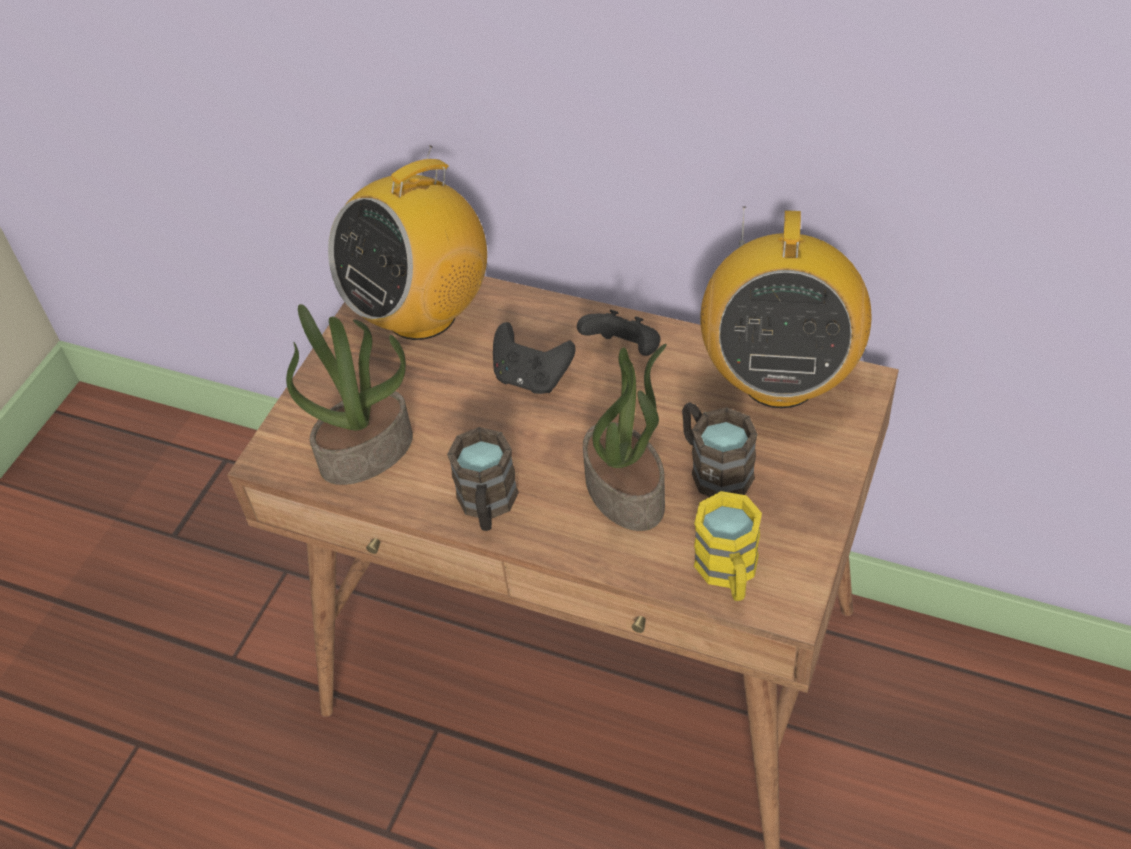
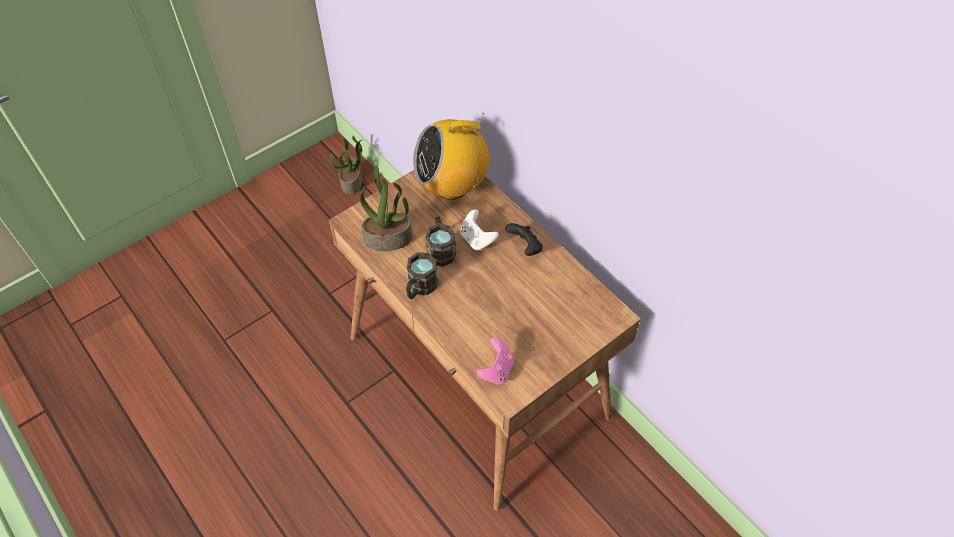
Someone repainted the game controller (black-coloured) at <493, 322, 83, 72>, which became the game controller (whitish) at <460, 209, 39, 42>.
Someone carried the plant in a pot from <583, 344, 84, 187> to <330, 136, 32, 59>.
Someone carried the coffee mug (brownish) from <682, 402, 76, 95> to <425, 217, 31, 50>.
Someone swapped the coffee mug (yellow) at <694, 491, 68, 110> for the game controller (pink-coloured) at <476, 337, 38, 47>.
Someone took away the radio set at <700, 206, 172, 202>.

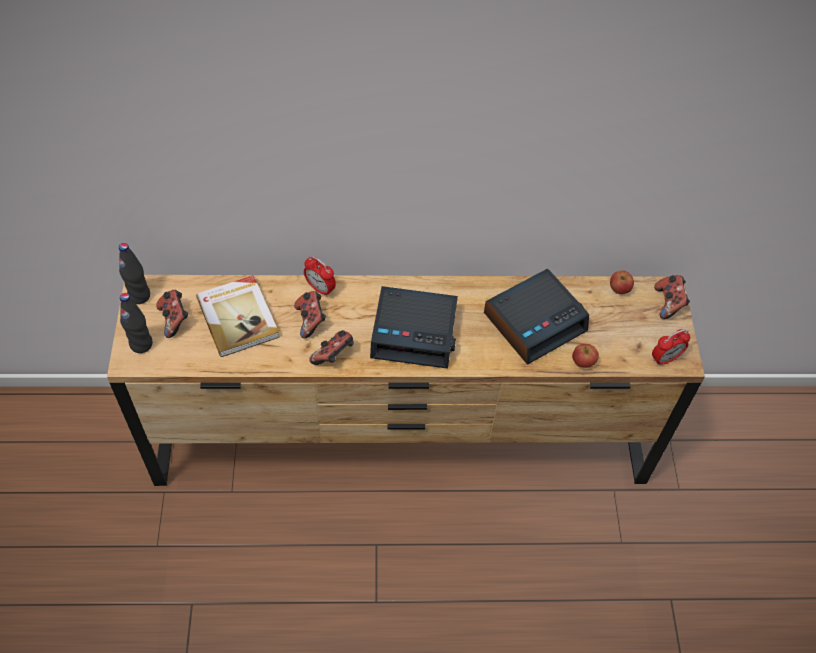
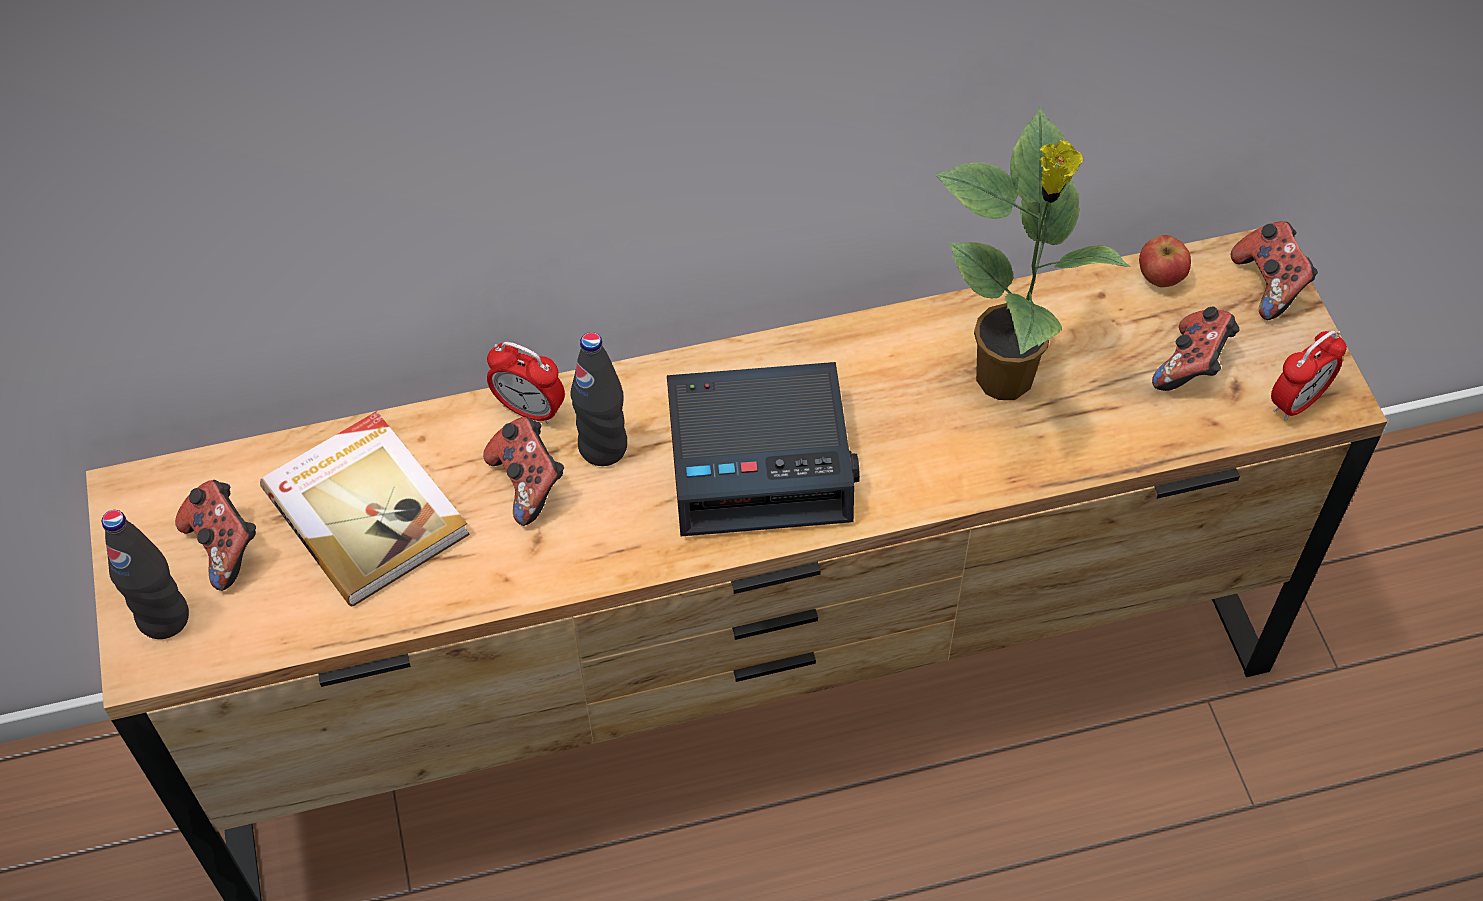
Someone carried the beverage bottle (black-coloured) from <119, 243, 31, 61> to <570, 332, 57, 134>.
Someone carried the game controller from <309, 330, 45, 35> to <1152, 306, 88, 85>.
Someone swapped the table clock at <484, 269, 105, 96> for the plant in a pot at <935, 107, 196, 293>.
Someone took away the apple at <572, 344, 27, 24>.

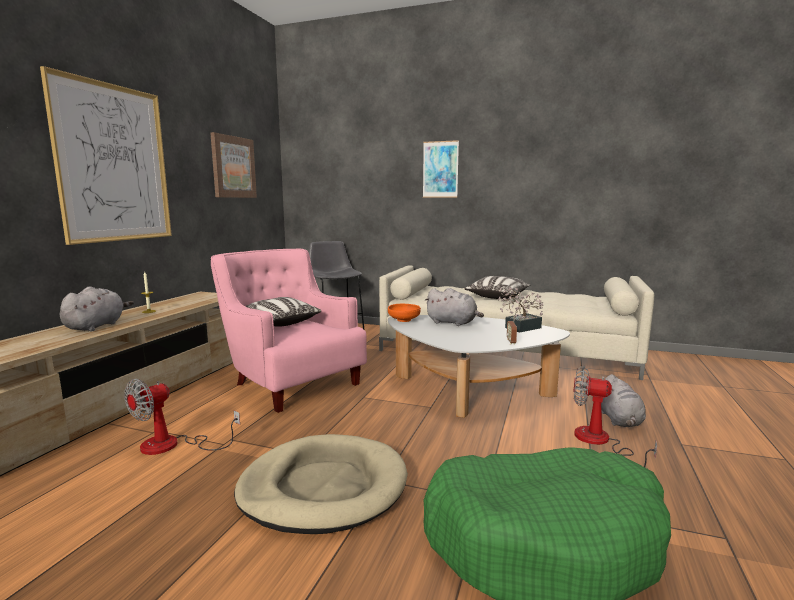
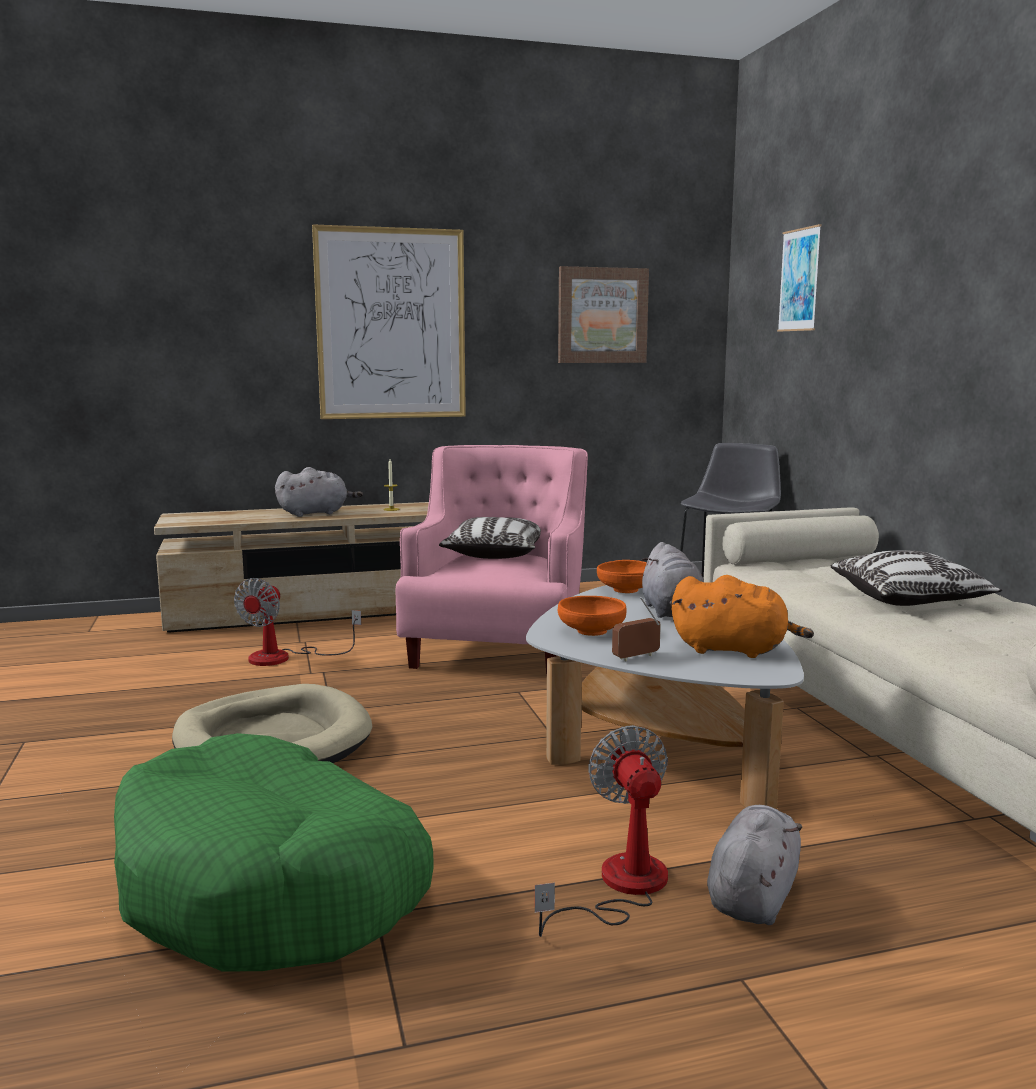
Someone rotated the fan at <124, 379, 116, 76> by 75 degrees counterclockwise.
Someone carried the picture from <423, 140, 36, 58> to <777, 224, 45, 108>.
Someone swapped the plant in a pot at <498, 287, 45, 46> for the soft toy (orange) at <672, 575, 142, 83>.
Someone rotated the soft toy (grey) at <601, 374, 45, 53> by 150 degrees clockwise.
Someone put down the deep dish (orange) at <558, 596, 69, 40>.

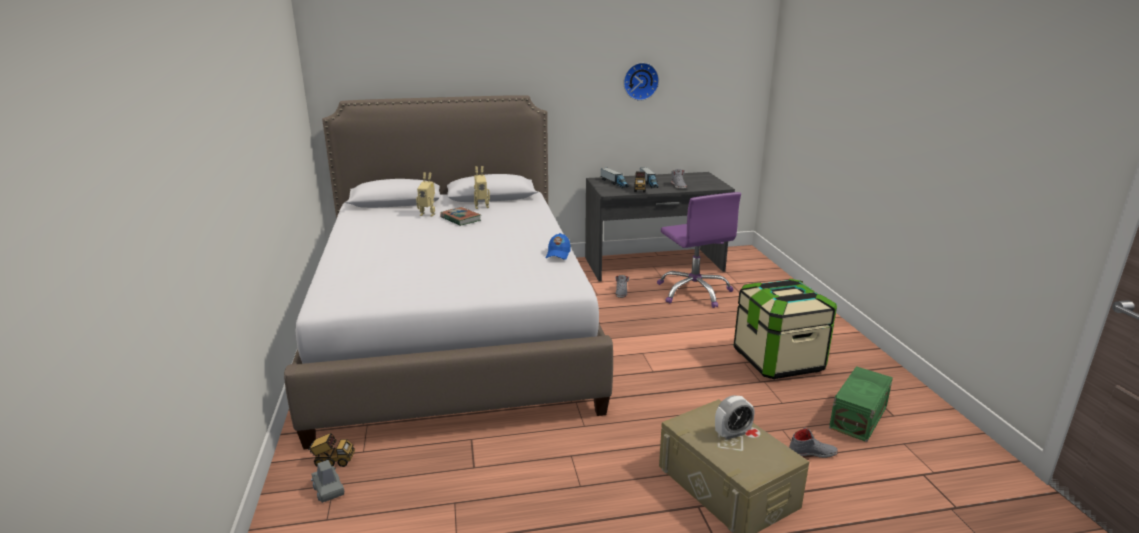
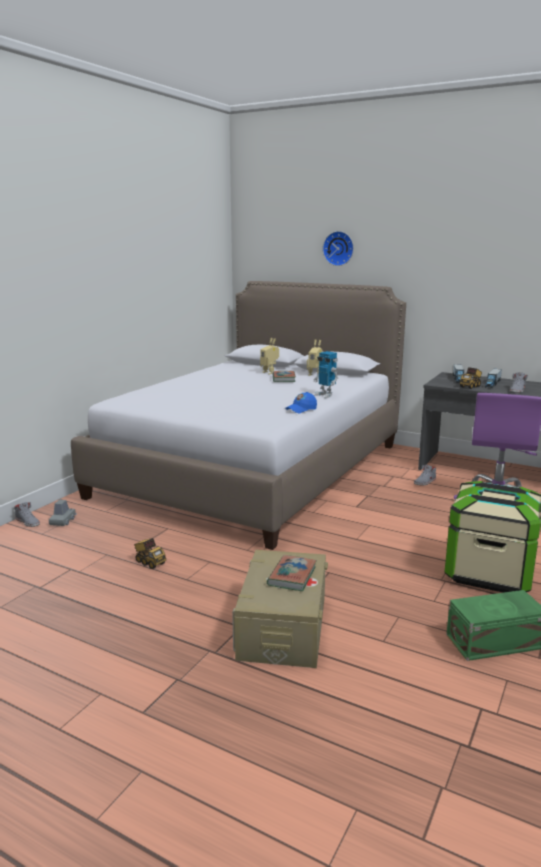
Someone carried the toy lorry from <308, 433, 47, 34> to <134, 538, 32, 31>.
Someone carried the wall clock from <624, 63, 35, 38> to <323, 231, 31, 35>.
Someone swapped the table clock at <715, 395, 40, 45> for the volume at <267, 555, 50, 36>.
Someone carried the shoe (grey) from <789, 427, 49, 31> to <14, 502, 26, 25>.
Someone put down the model robot at <314, 351, 24, 47>.

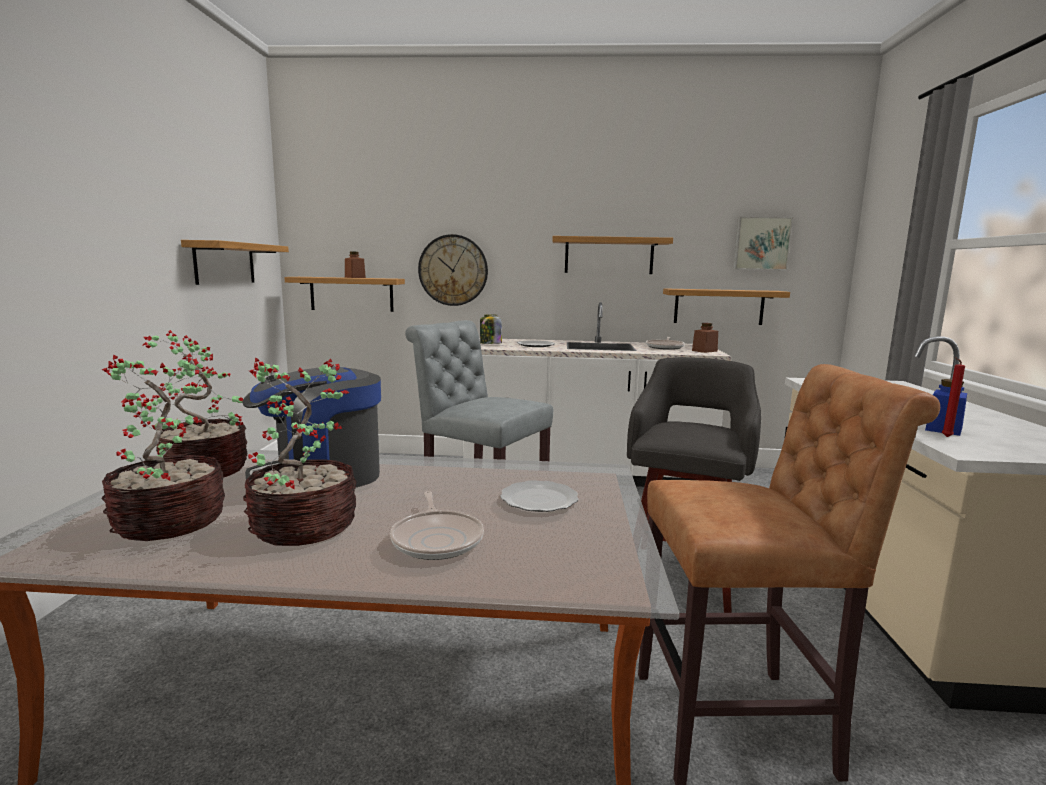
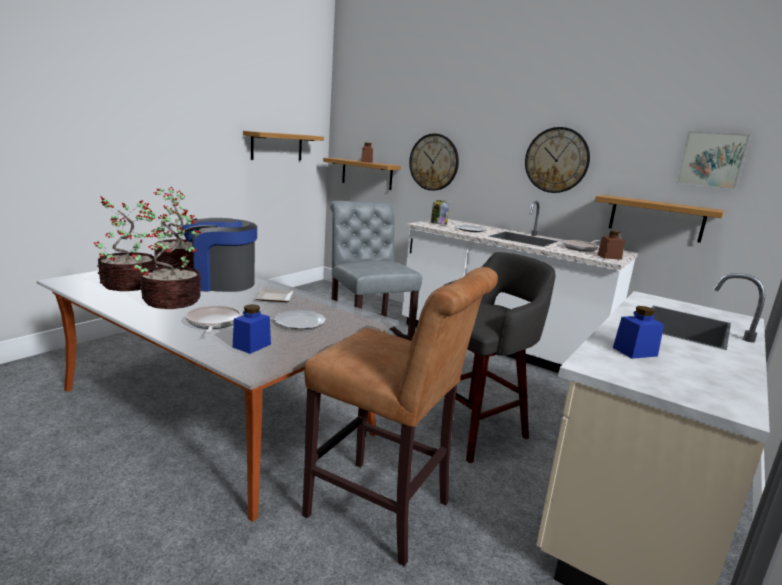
Someone rotated the pan at <390, 491, 94, 69> by 150 degrees clockwise.
Someone swapped the wall shelf at <552, 236, 121, 38> for the wall clock at <525, 127, 65, 66>.
Someone took away the wax candle (red) at <942, 357, 23, 80>.
Someone put down the preserve jar (bluish) at <233, 304, 38, 50>.
Someone put down the plate at <255, 289, 39, 13>.

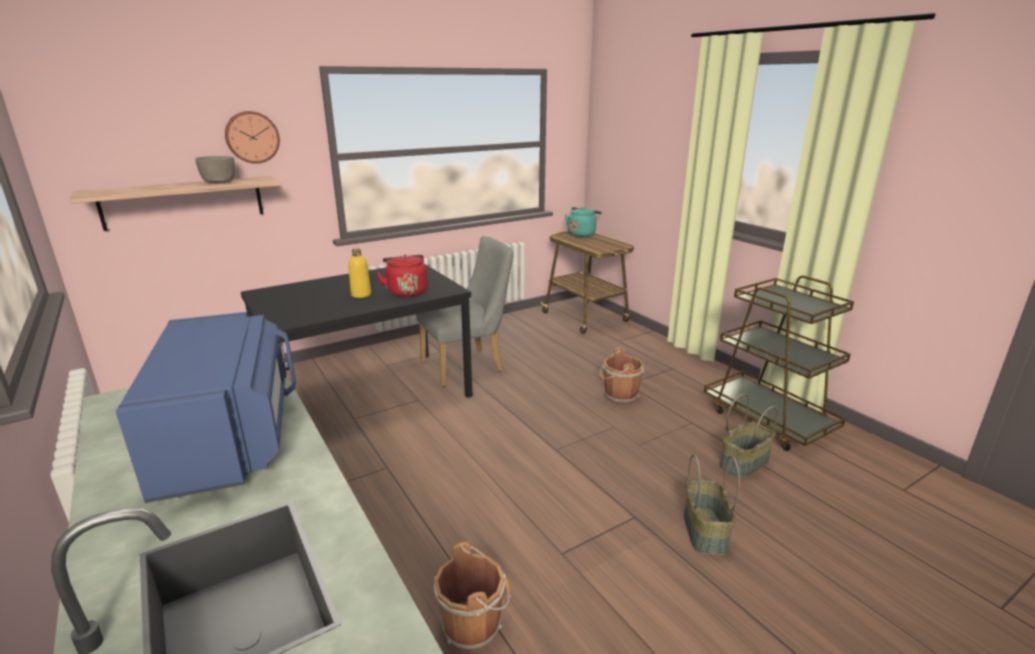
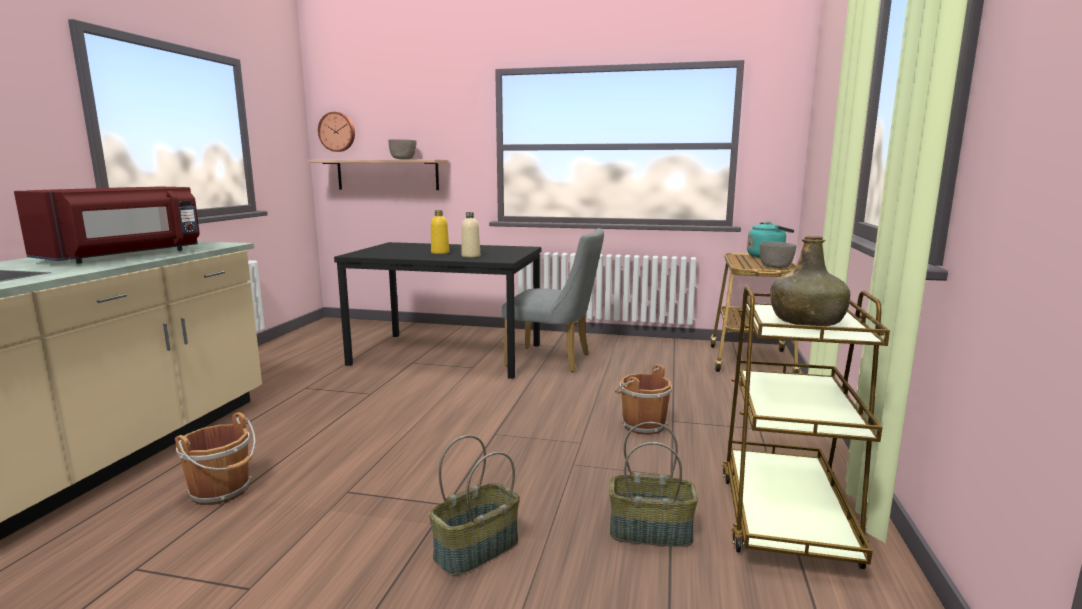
Someone repainted the microwave (bluish) at <116, 312, 180, 191>, which became the microwave (red) at <14, 186, 186, 78>.
Someone carried the wall clock from <225, 111, 55, 53> to <318, 112, 37, 40>.
Someone swapped the kettle (red) at <376, 255, 52, 42> for the beverage bottle (sand-coloured) at <461, 212, 19, 46>.
Someone put down the deep dish (grey) at <760, 242, 36, 26>.
Someone put down the beverage bottle (greenish) at <770, 236, 80, 90>.

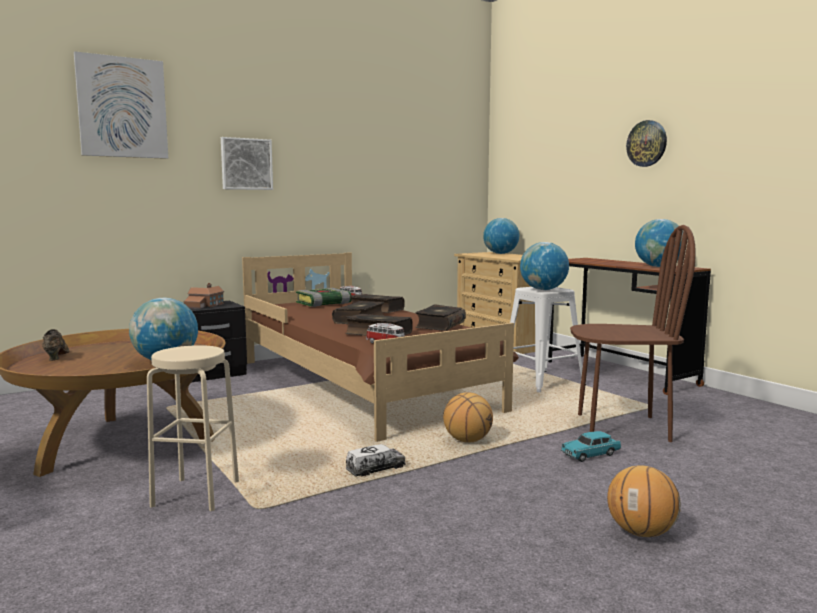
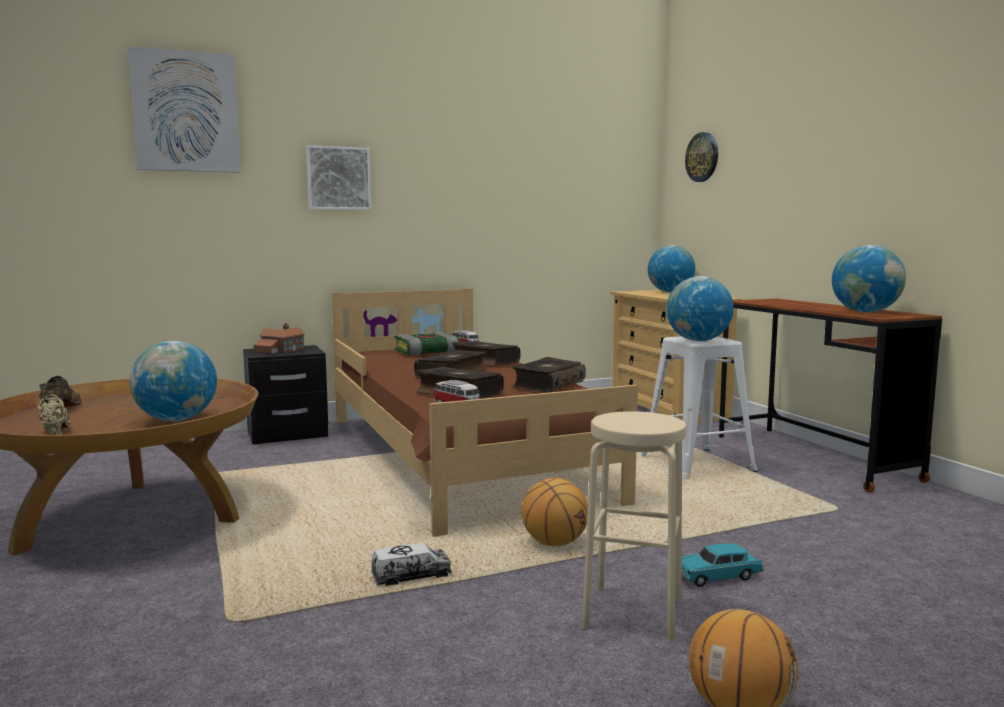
Someone carried the stool (sand-coloured) from <147, 345, 92, 166> to <582, 411, 105, 230>.
Someone took away the chair (brownish) at <570, 225, 126, 217>.
Someone carried the wall clock from <626, 120, 41, 47> to <685, 132, 33, 50>.
Someone put down the shoe (sand-coloured) at <37, 395, 35, 40>.

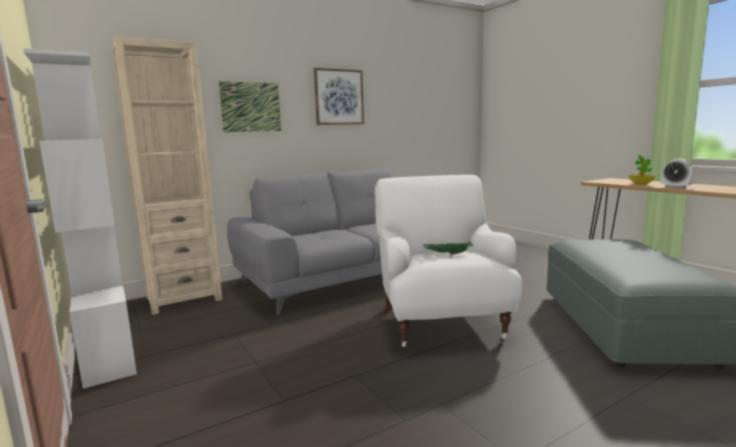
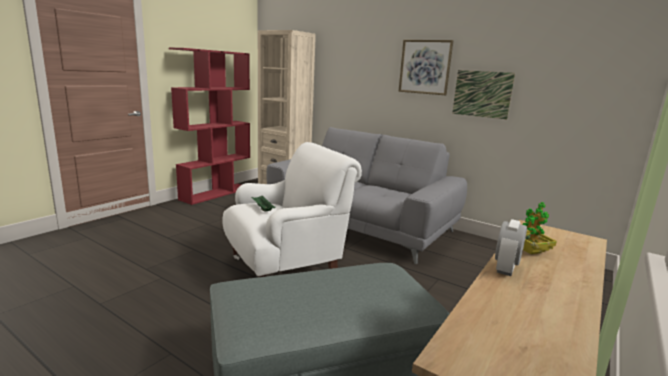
Someone repainted the bookcase (whitish) at <23, 48, 114, 341>, which became the bookcase (red) at <169, 47, 81, 158>.
Someone carried the picture from <218, 81, 63, 51> to <452, 70, 63, 49>.

